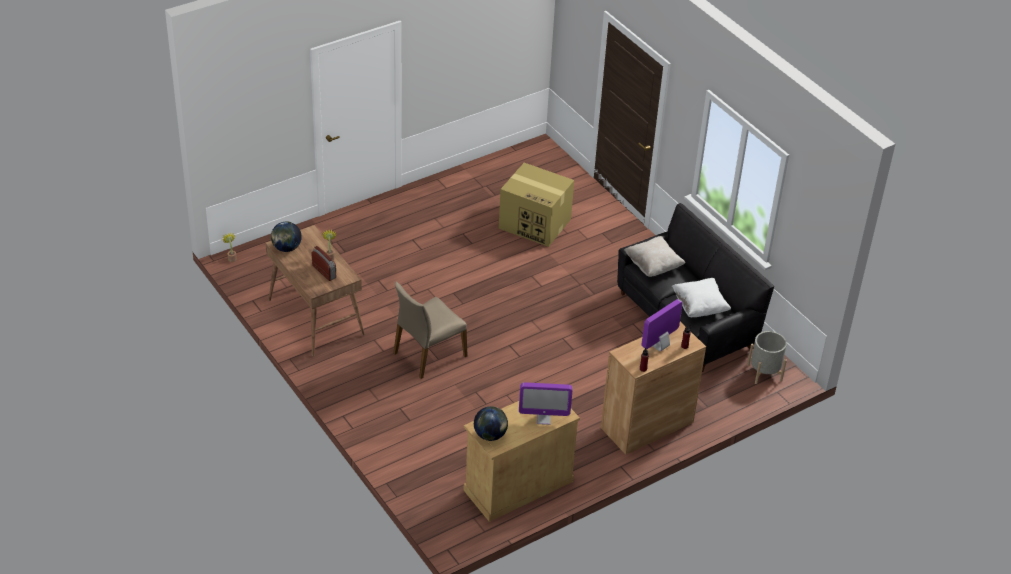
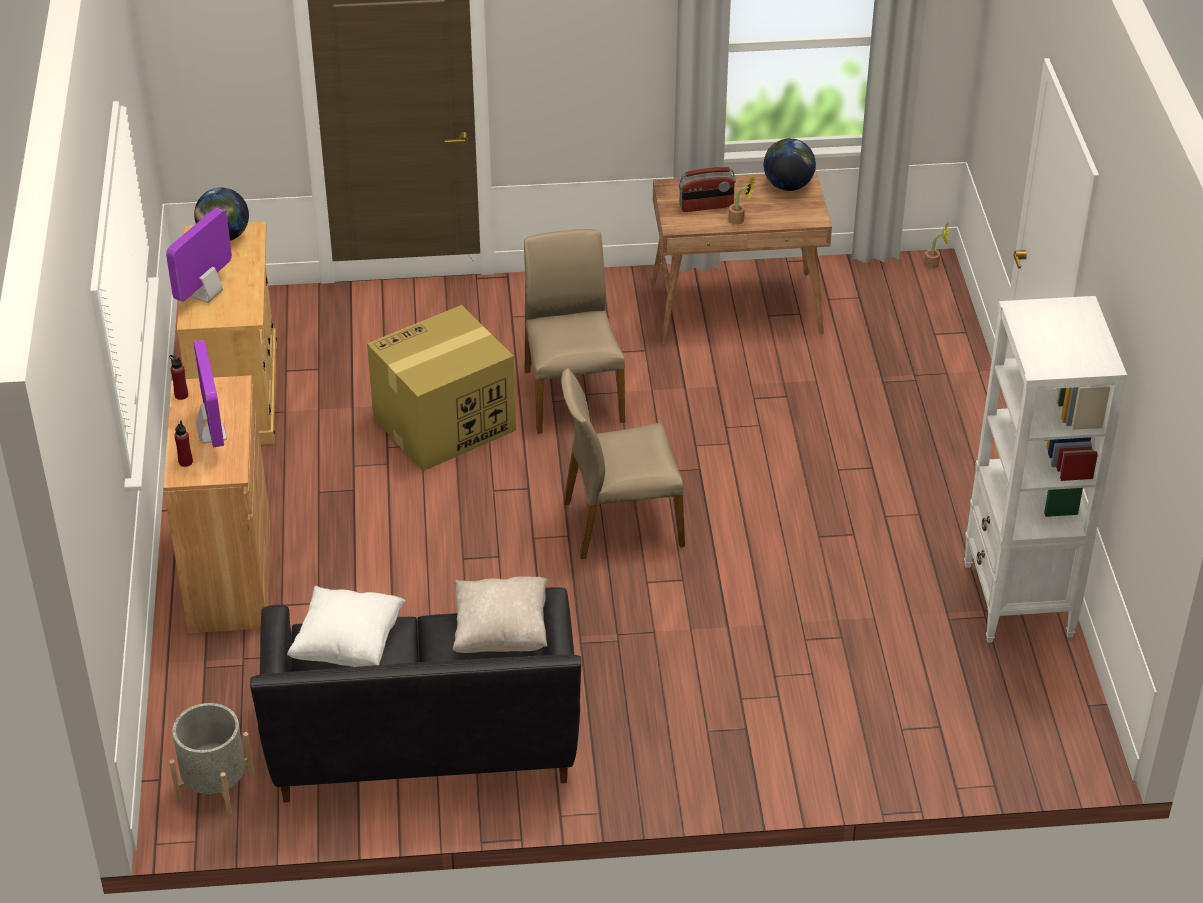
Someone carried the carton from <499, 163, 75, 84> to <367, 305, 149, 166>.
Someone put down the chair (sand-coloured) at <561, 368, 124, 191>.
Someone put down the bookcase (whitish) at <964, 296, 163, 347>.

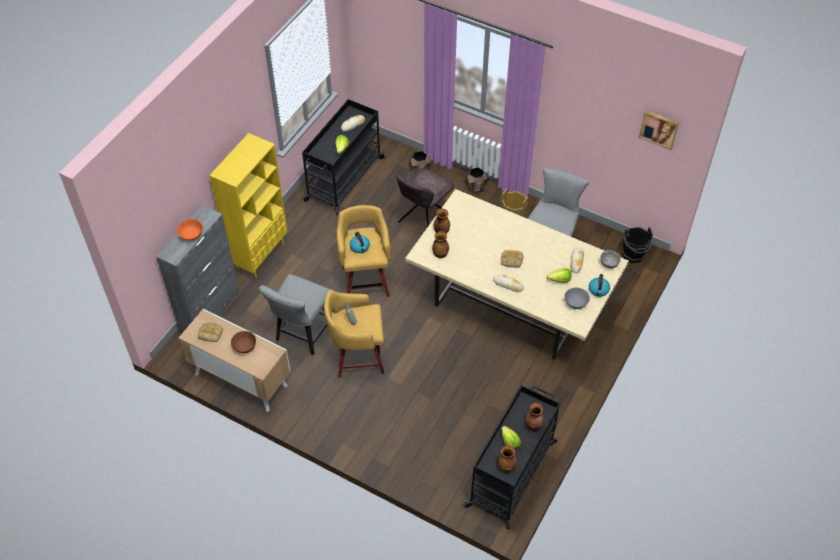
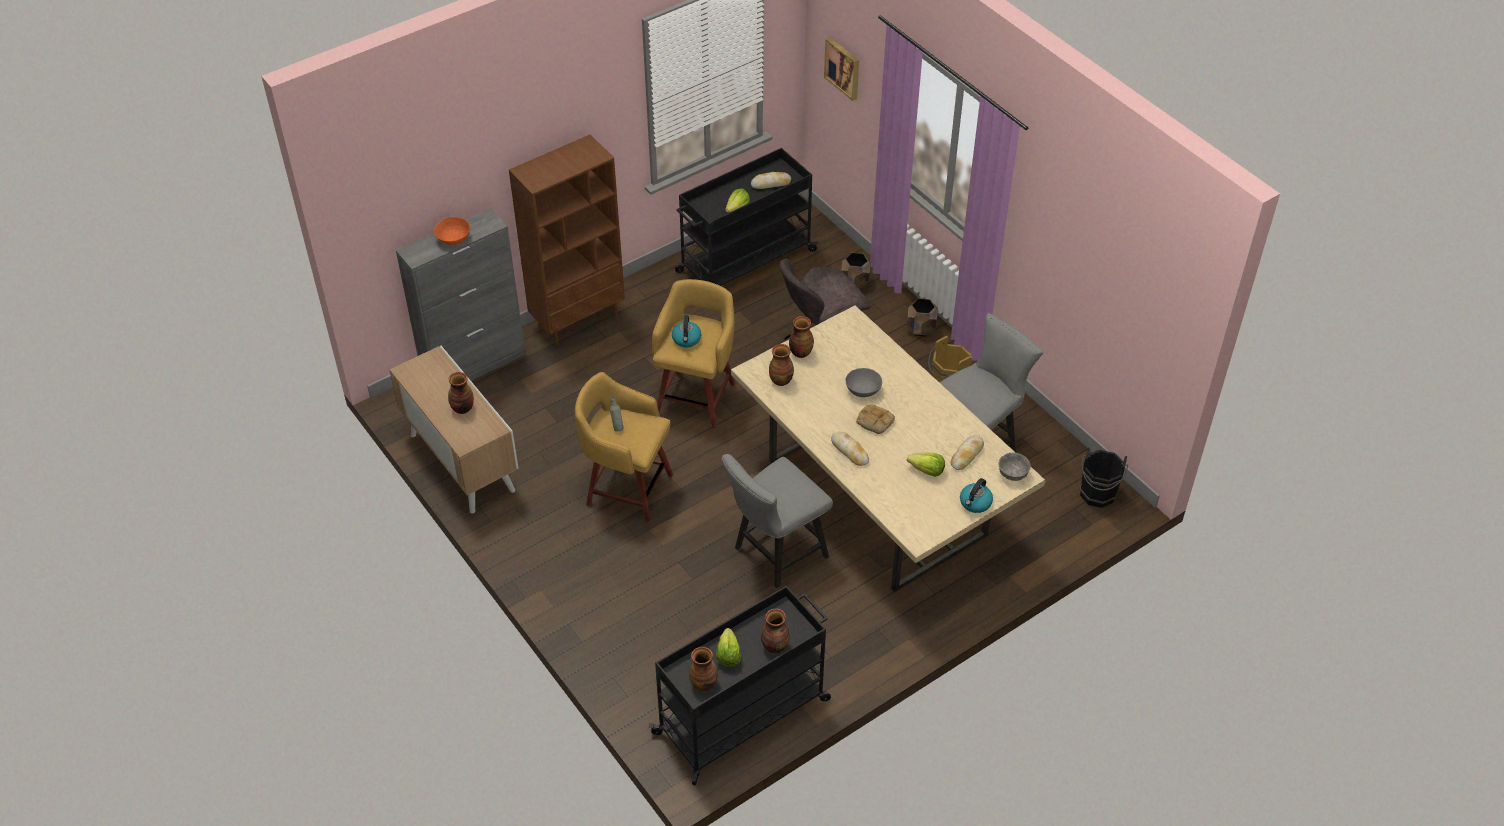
Someone took away the bakery bread at <198, 323, 25, 19>.
Someone repainted the bookcase (yellow) at <209, 133, 79, 145>, which became the bookcase (brownish) at <509, 135, 116, 210>.
Someone swapped the deep dish (brownish) at <231, 331, 25, 22> for the vase at <448, 372, 26, 42>.
Someone carried the chair (grey) from <259, 274, 71, 81> to <721, 454, 112, 134>.
Someone carried the deep dish (grey) from <564, 287, 26, 22> to <845, 368, 37, 29>.
Someone carried the picture from <639, 110, 40, 40> to <824, 37, 35, 64>.

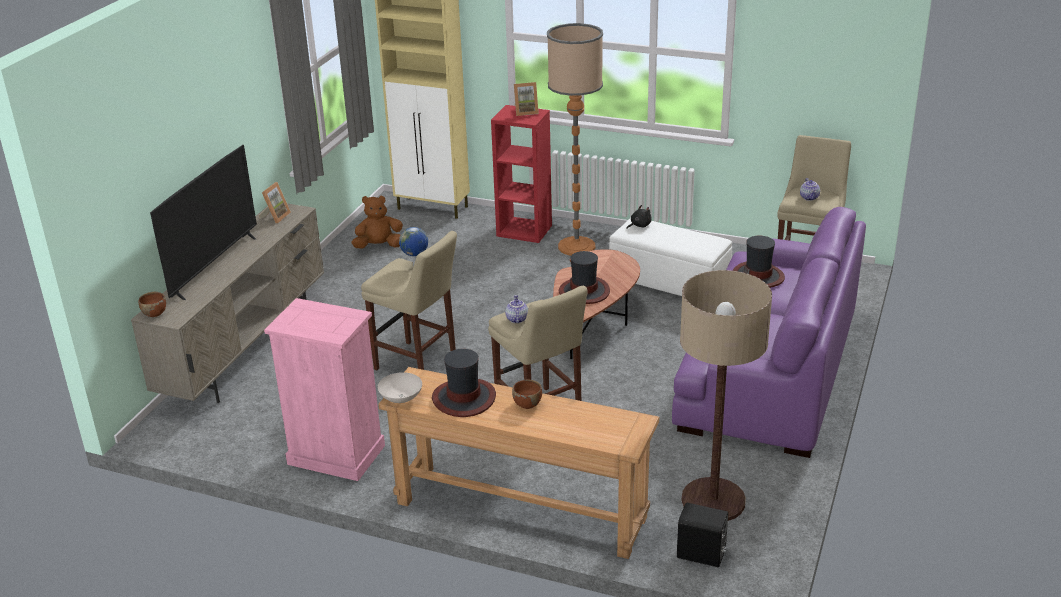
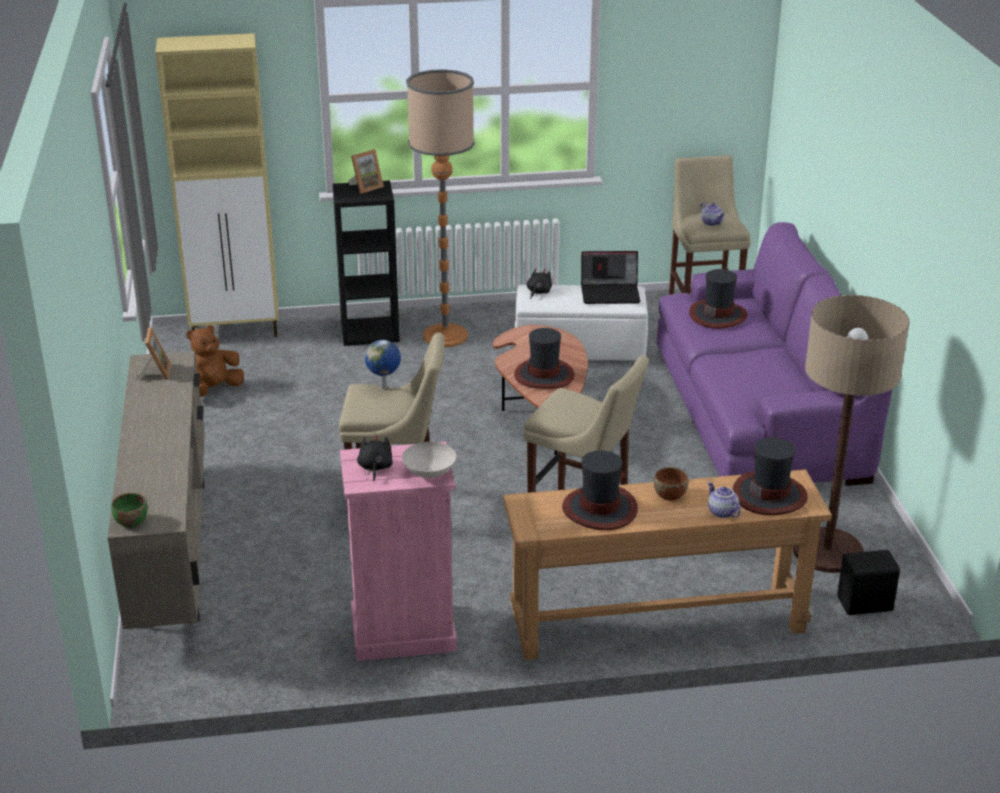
Someone repainted the deep dish (brownish) at <139, 292, 27, 25>, which became the deep dish (greenish) at <111, 493, 37, 34>.
Someone took away the TV at <150, 145, 107, 155>.
Someone carried the deep dish (whitish) from <378, 372, 44, 31> to <402, 442, 55, 36>.
Someone repainted the bookcase (red) at <491, 105, 61, 138>, which became the bookcase (black-coloured) at <333, 180, 67, 166>.
Someone carried the tea pot from <505, 295, 23, 28> to <707, 482, 34, 36>.
Someone put down the soft toy (black-coloured) at <357, 434, 36, 47>.
Someone put down the portable computer at <581, 251, 60, 53>.
Someone put down the wearable hat at <733, 437, 75, 78>.

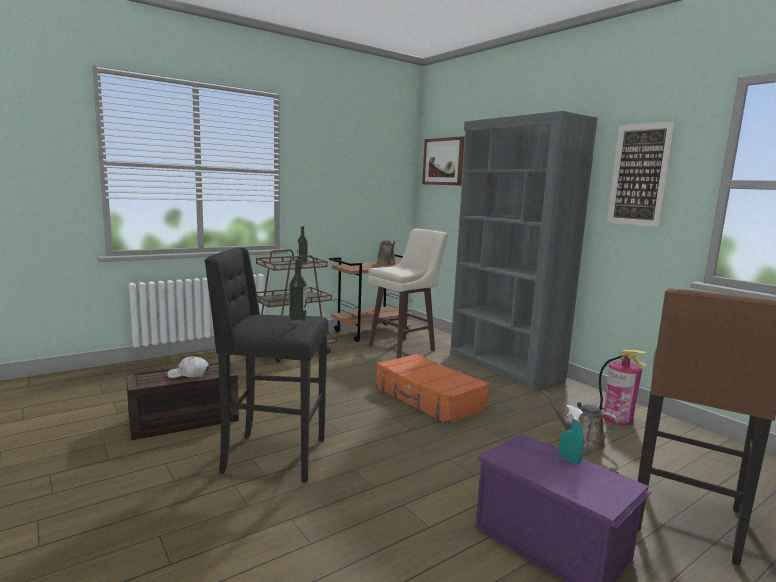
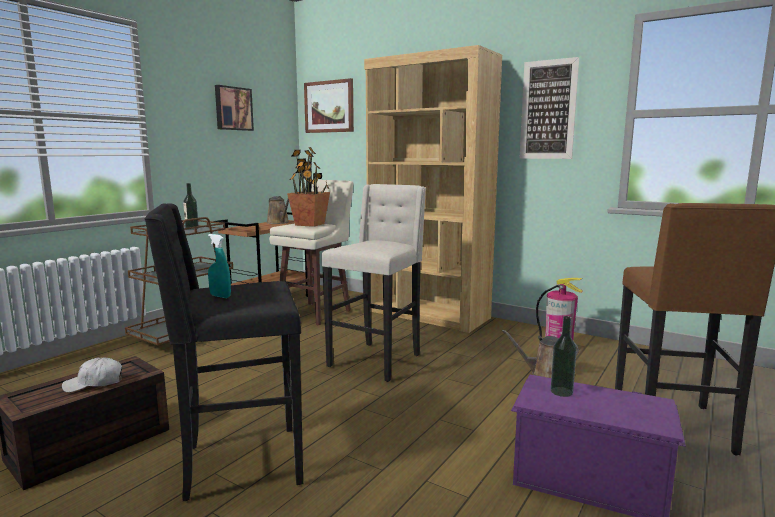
Someone carried the beverage bottle from <289, 259, 18, 66> to <551, 316, 26, 81>.
Someone swapped the travel case (orange) at <376, 354, 114, 70> for the stool (sand-coloured) at <321, 184, 105, 198>.
Someone repainted the bookcase (grey) at <450, 111, 148, 278>, which became the bookcase (brownish) at <364, 45, 138, 288>.
Someone carried the hand sprayer (blue-green) from <559, 405, 25, 60> to <208, 234, 23, 64>.
Someone put up the picture at <215, 85, 39, 46>.
Someone put down the plant in a pot at <287, 147, 43, 80>.

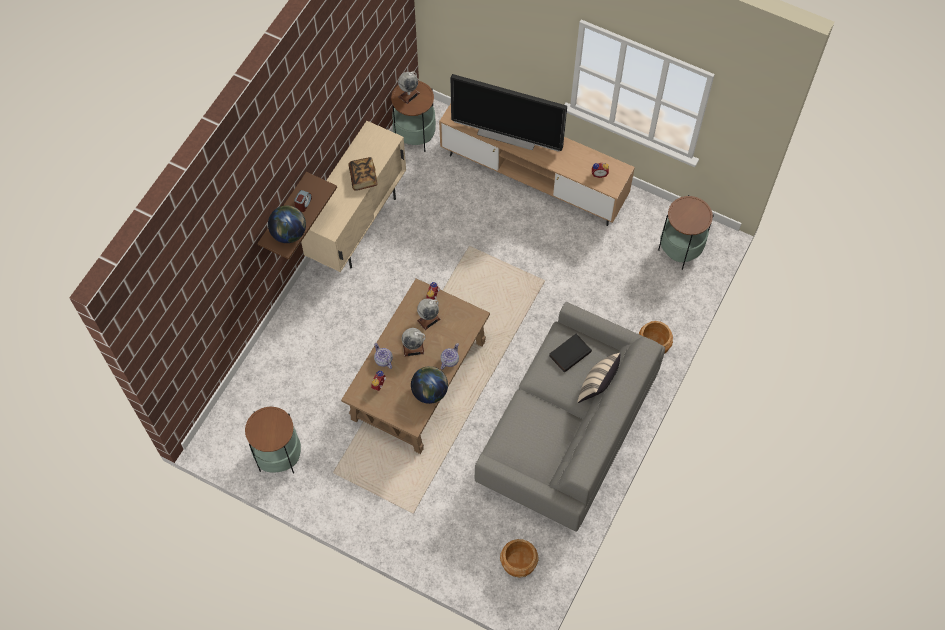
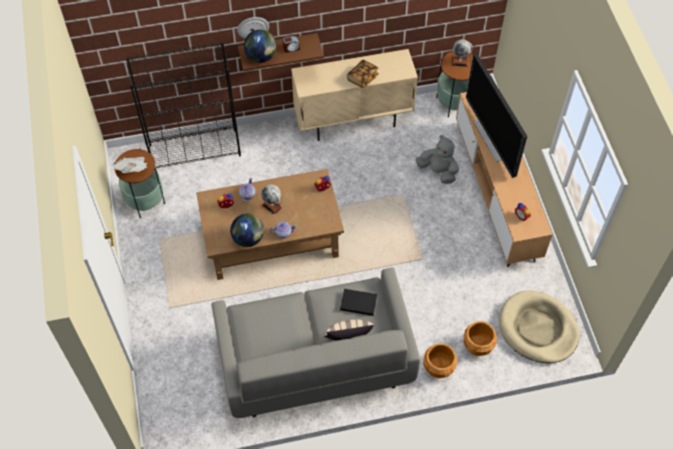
Someone took away the desk globe at <417, 298, 24, 32>.
Someone carried the flower pot (brownish) from <500, 539, 39, 39> to <464, 321, 33, 35>.
Someone swapped the end table at <658, 195, 56, 75> for the dog cushion (sand-coloured) at <499, 290, 80, 73>.
Someone put down the newspaper at <113, 157, 34, 16>.
Someone put down the bookcase (black-coloured) at <126, 42, 115, 126>.
Someone put up the wall clock at <237, 17, 32, 22>.
Someone put down the soft toy (grey) at <416, 135, 43, 49>.

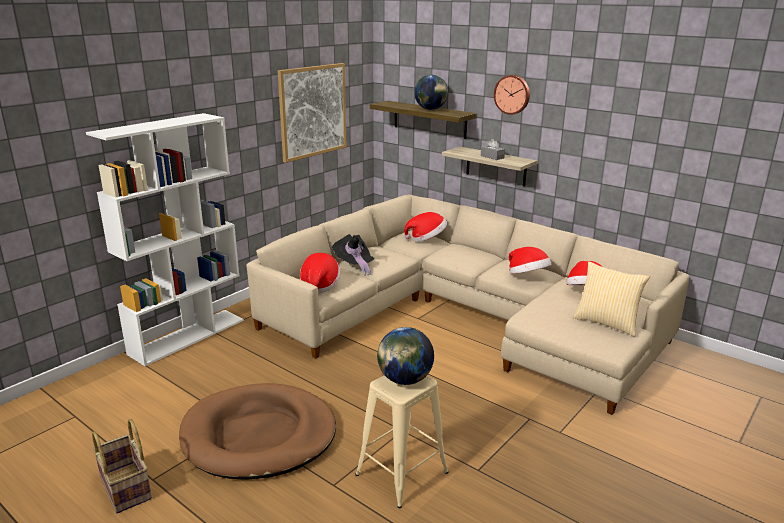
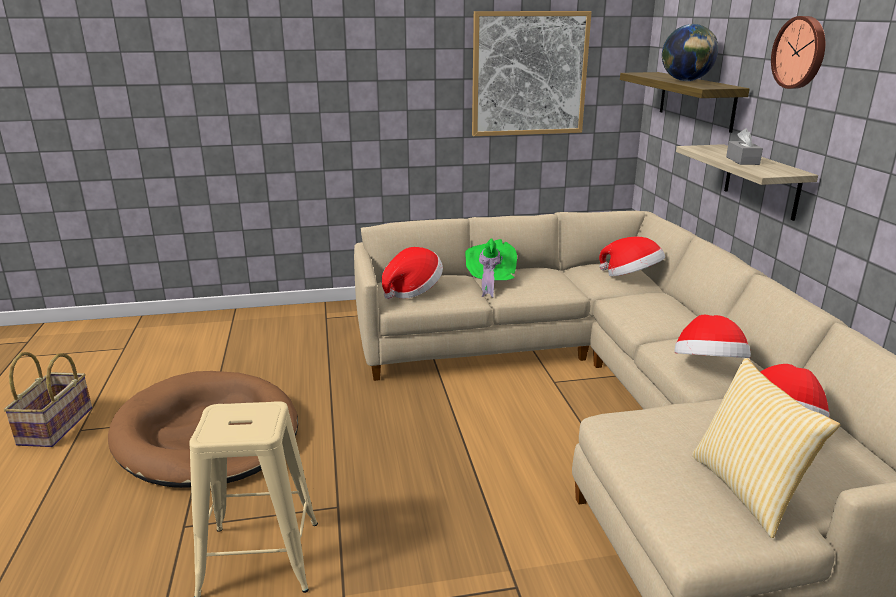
Someone took away the bookcase (whitish) at <86, 113, 158, 253>.
Someone repainted the wearable hat (black-coloured) at <332, 234, 42, 42>, which became the wearable hat (greenish) at <465, 238, 52, 59>.
Someone took away the desk globe at <377, 327, 57, 58>.

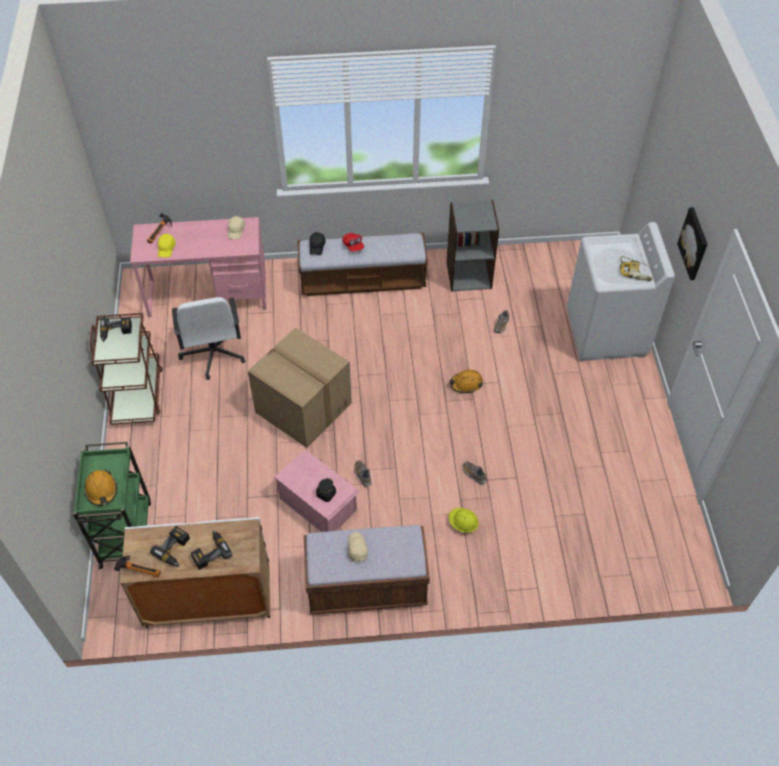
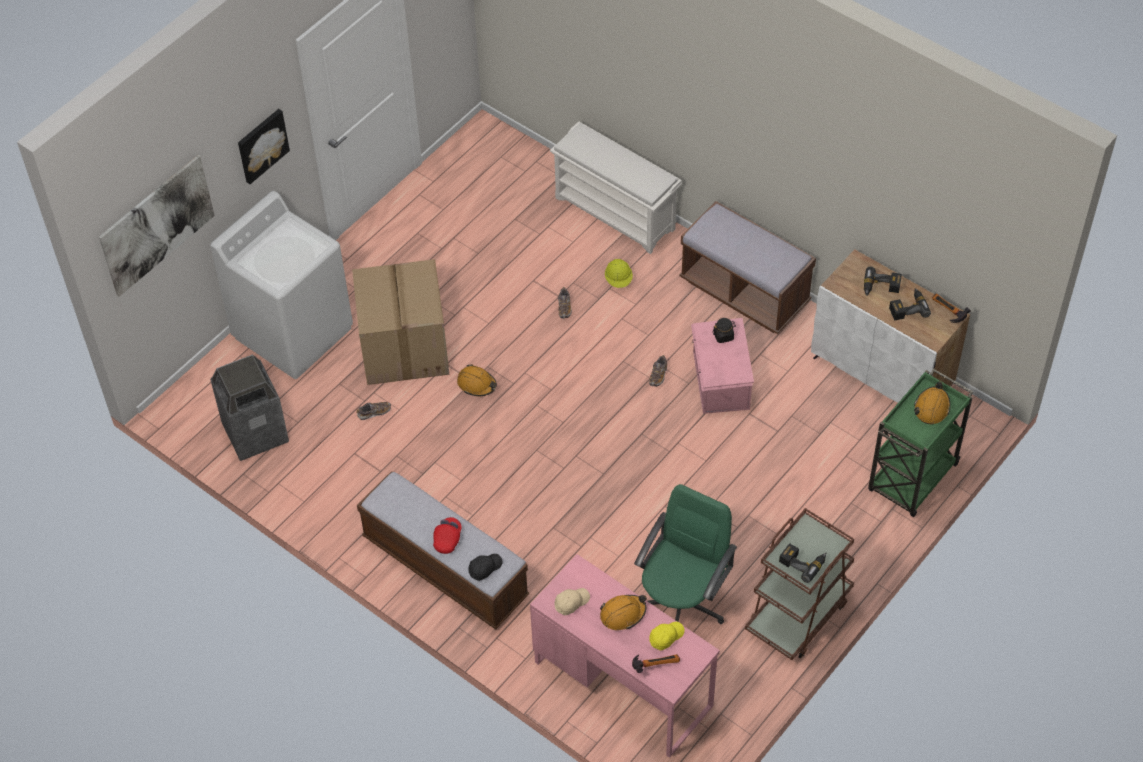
Someone repainted the desk chair (whitish) at <172, 297, 73, 83>, which became the desk chair (greenish) at <634, 484, 103, 140>.
Someone carried the carton from <248, 327, 104, 121> to <352, 259, 97, 126>.
Someone took away the baseball cap (sand-coloured) at <348, 532, 20, 30>.
Someone took away the bookcase (grey) at <446, 200, 53, 91>.
Someone took away the electric drill at <620, 256, 33, 25>.
Someone put up the picture at <99, 155, 116, 142>.
Someone put down the waste bin at <210, 354, 79, 107>.
Someone put down the shoe rack (whitish) at <550, 121, 132, 133>.
Someone put down the hard hat (orange) at <600, 595, 47, 35>.

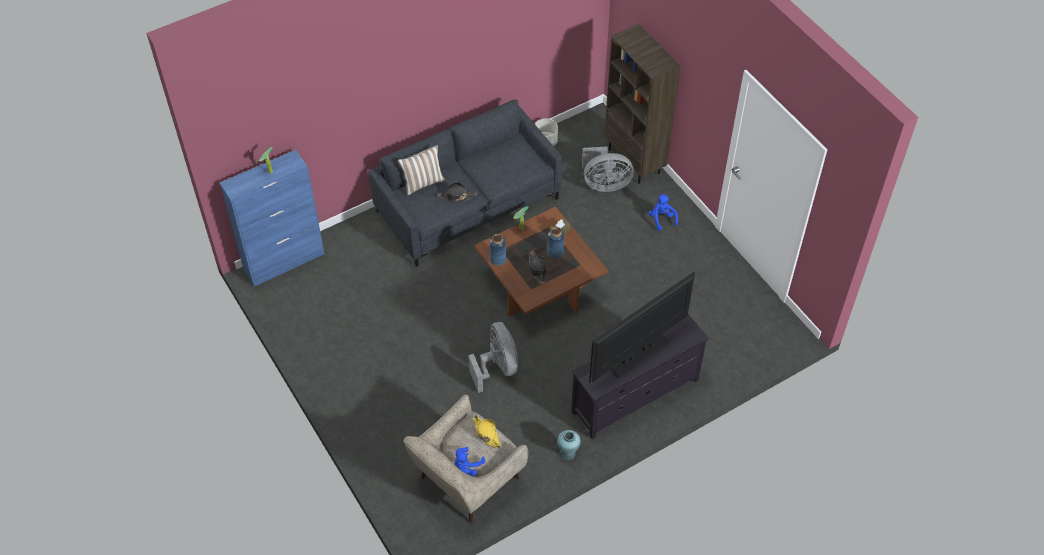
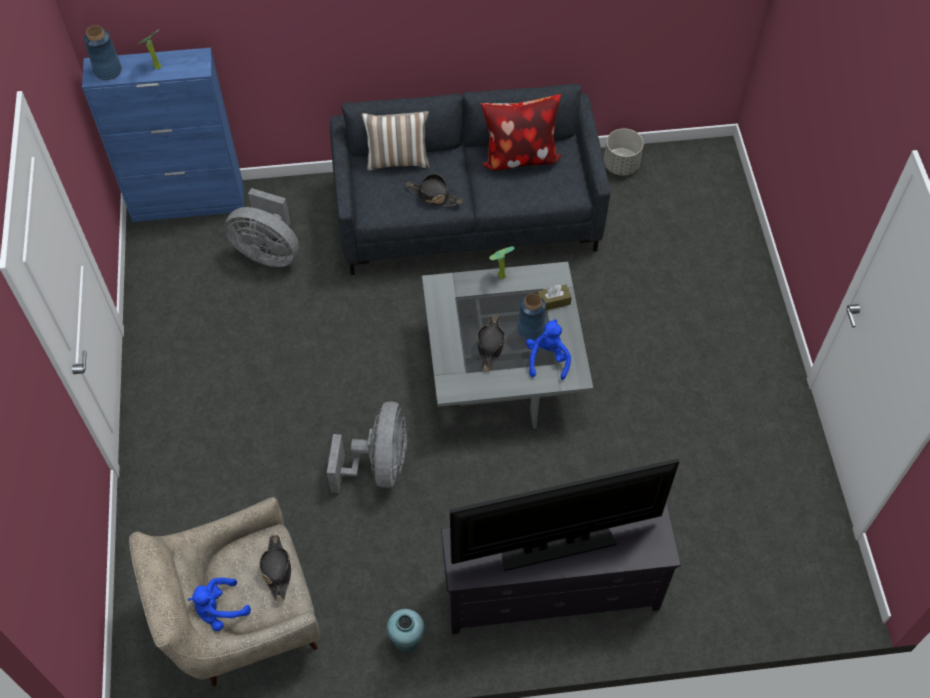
Someone repainted the wearable hat (yellow) at <473, 416, 29, 33>, which became the wearable hat (black-coloured) at <260, 535, 31, 67>.
Someone repainted the lounge table (brownish) at <474, 206, 134, 111>, which became the lounge table (grey) at <422, 262, 171, 167>.
Someone carried the vase (bluish) from <489, 234, 18, 32> to <84, 25, 38, 55>.
Someone carried the fan (grey) from <582, 147, 52, 45> to <224, 188, 75, 79>.
Someone took away the bookcase (brownish) at <604, 24, 76, 160>.
Someone carried the soft toy (bluish) from <649, 194, 29, 37> to <526, 319, 45, 61>.
Someone put down the throw pillow at <481, 94, 81, 77>.

